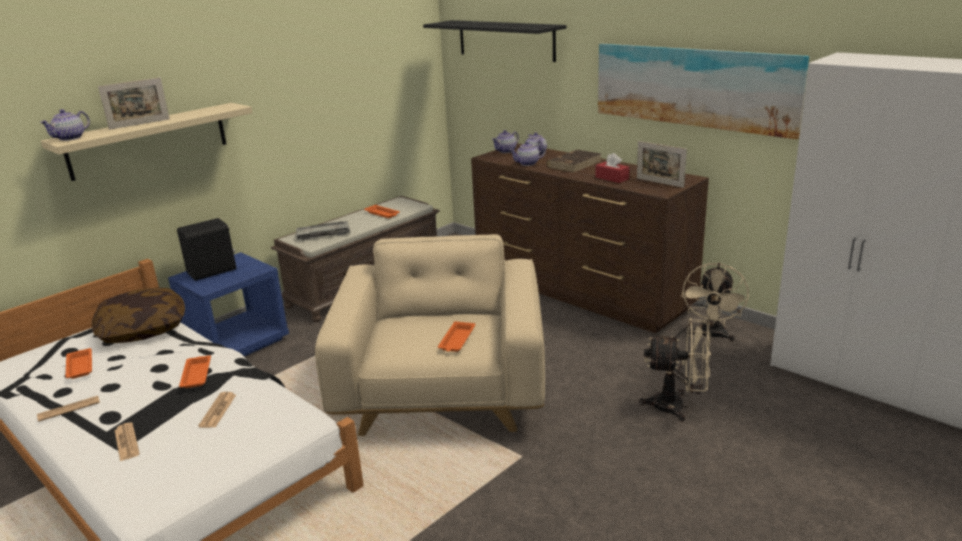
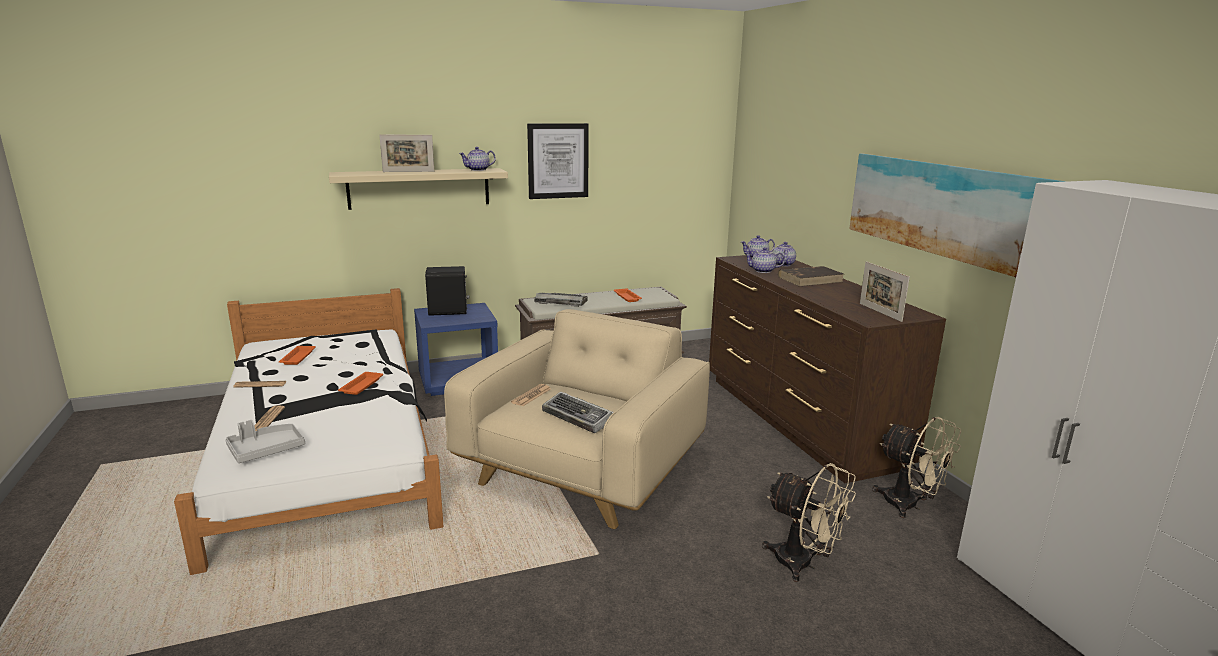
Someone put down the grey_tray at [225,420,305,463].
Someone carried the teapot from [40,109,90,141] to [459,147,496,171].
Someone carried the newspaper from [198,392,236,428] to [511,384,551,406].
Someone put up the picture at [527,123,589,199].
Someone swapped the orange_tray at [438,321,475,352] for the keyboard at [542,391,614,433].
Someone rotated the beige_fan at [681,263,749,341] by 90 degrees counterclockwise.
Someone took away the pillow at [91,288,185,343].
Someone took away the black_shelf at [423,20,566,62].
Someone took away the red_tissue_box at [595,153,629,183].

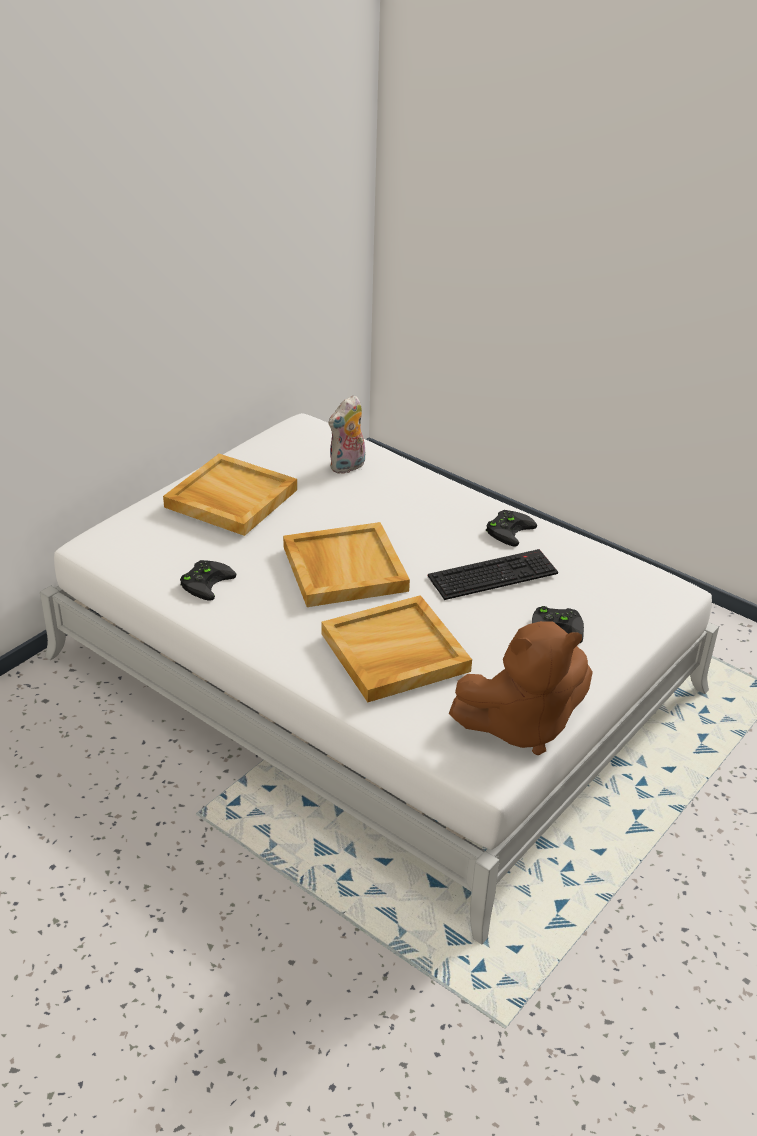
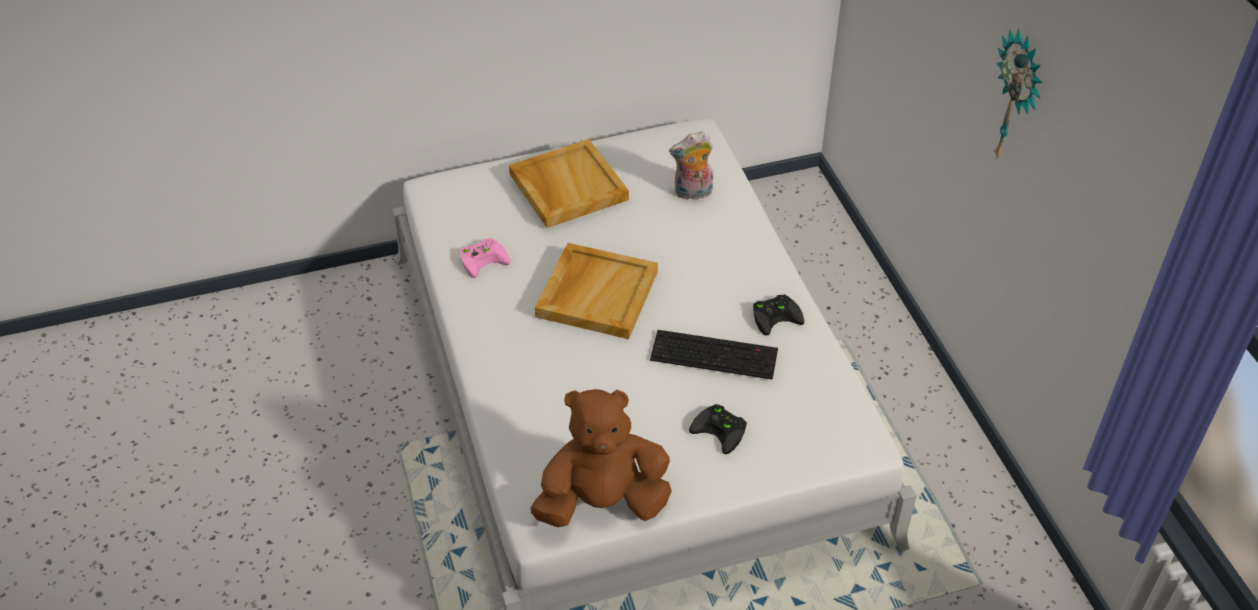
Someone repainted the black_game_controller at [180,560,237,601], which became the pink_game_controller at [460,238,510,278].
Someone rotated the brown_plush_toy at [449,621,593,755] by 150 degrees clockwise.
Someone put up the wall_clock at [994,29,1042,160].
Someone took away the beige_tray at [321,595,472,703].

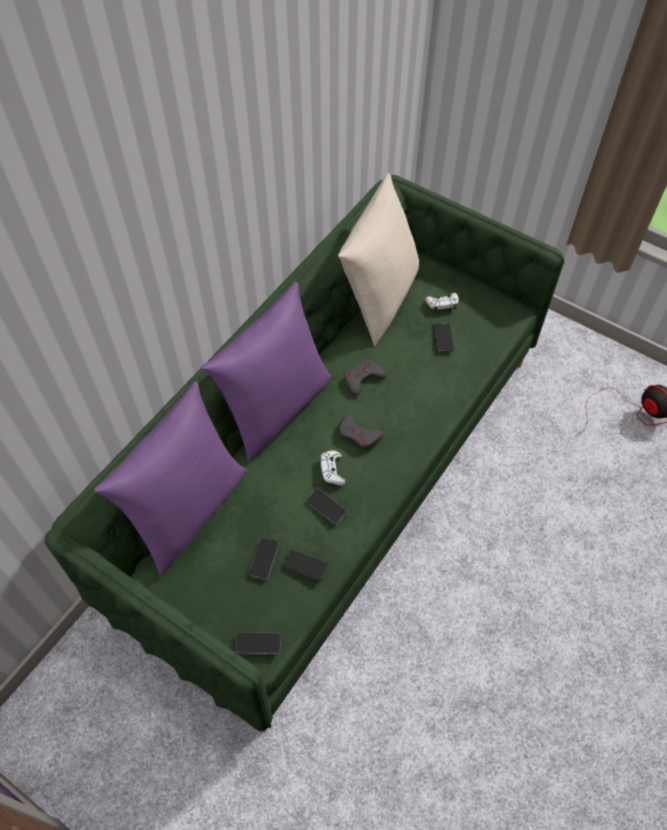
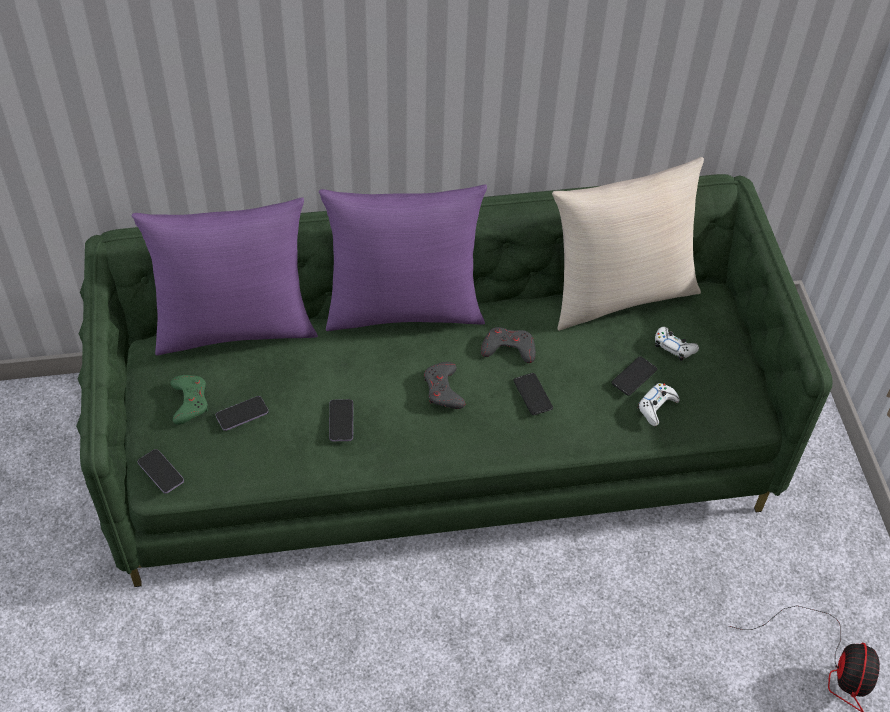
Someone put down the green_game_controller at [171,375,208,425].
Someone carried the phone from [282,550,328,582] to [513,373,553,415].
Someone carried the white_game_controller from [320,450,345,485] to [637,383,679,426].

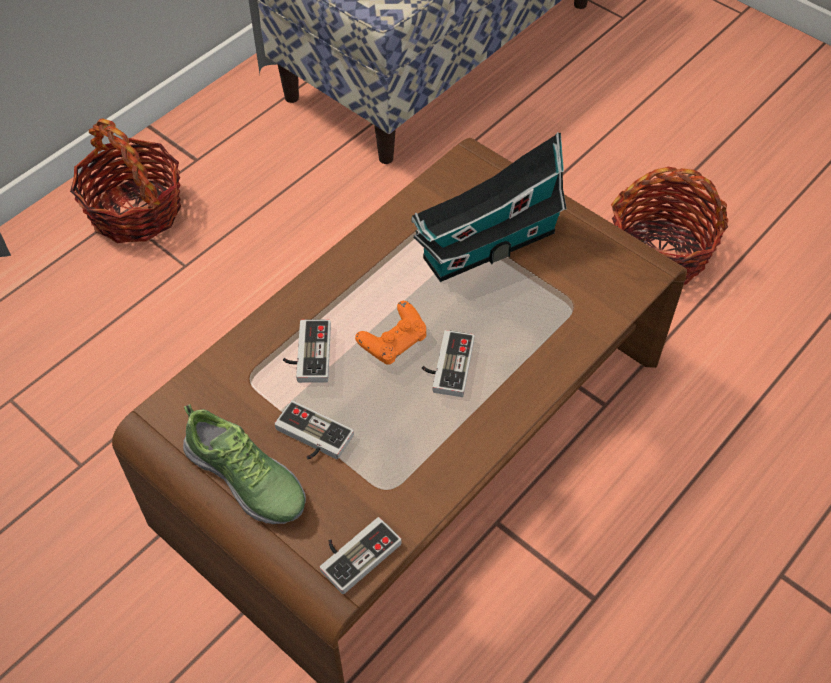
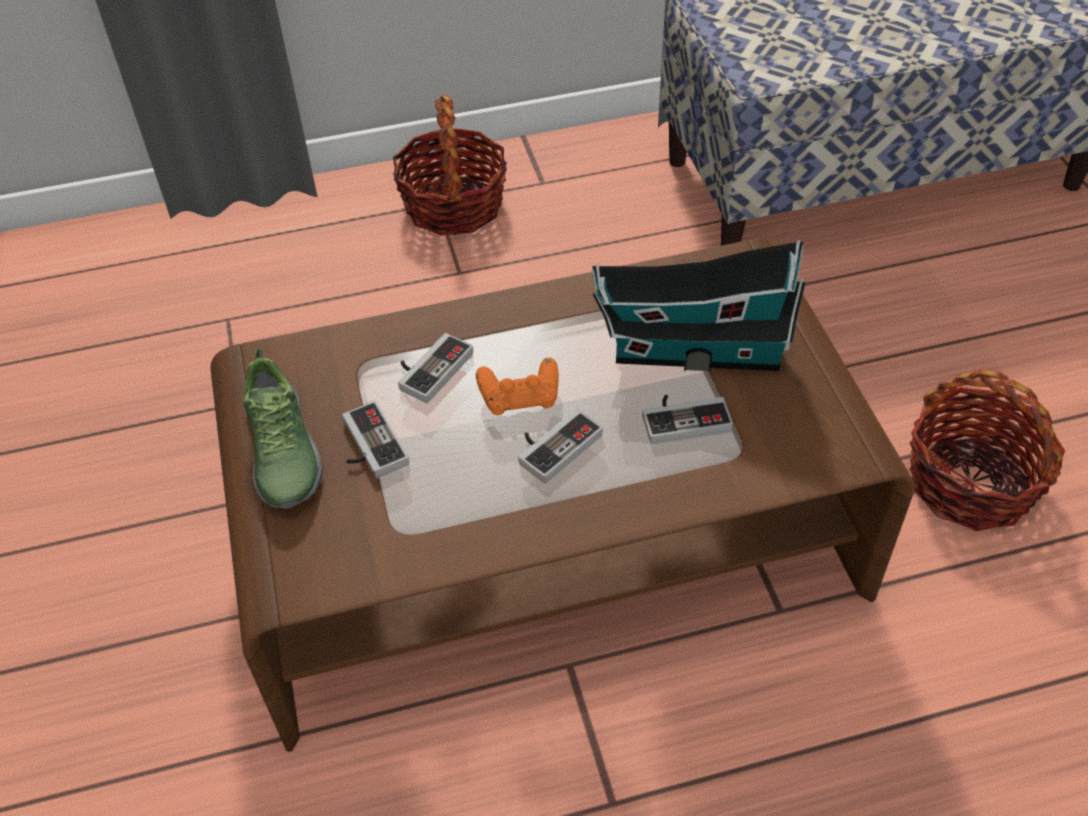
Someone carried the game_controller from [320,517,401,594] to [642,395,733,444].

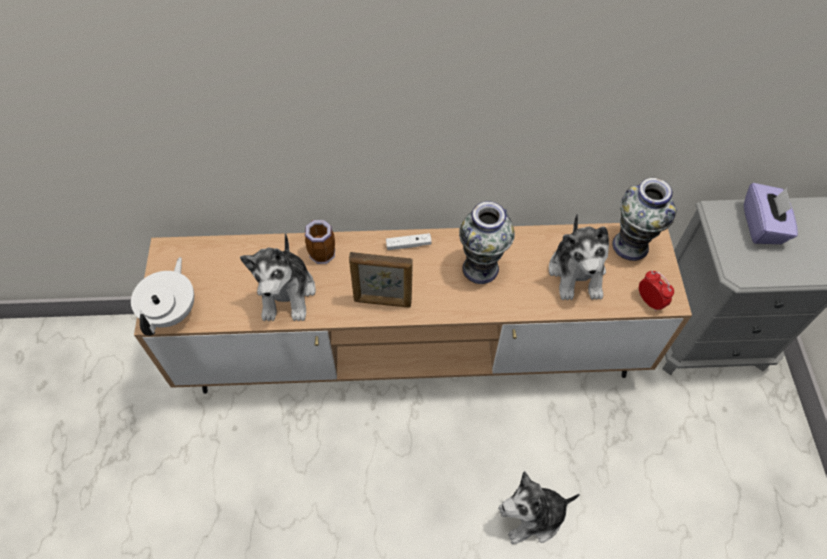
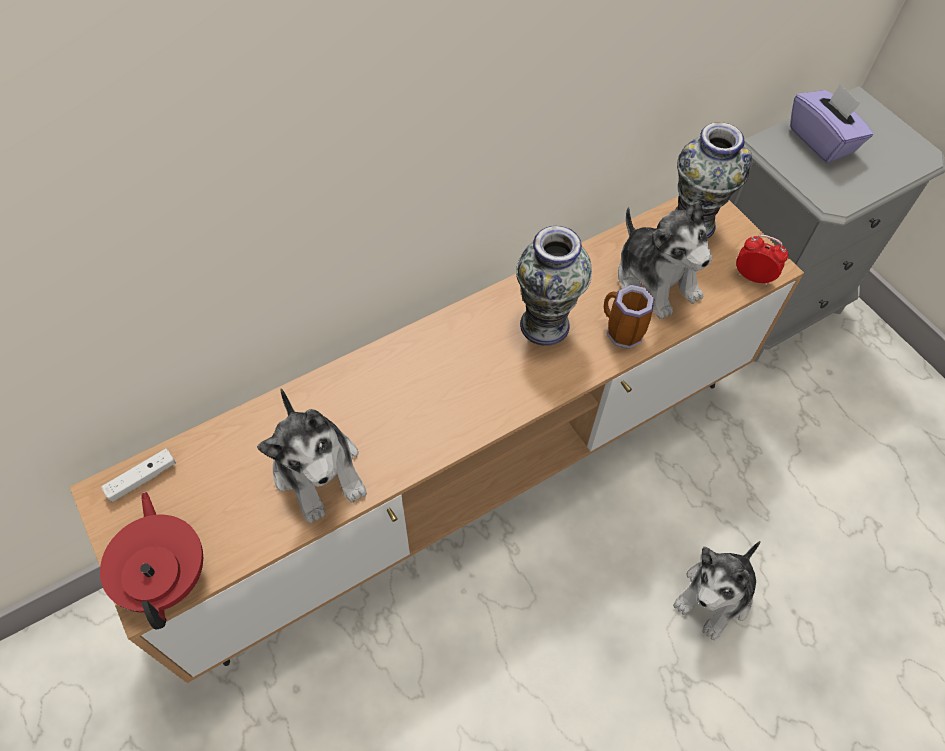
Someone repainted the white_teapot at [131,257,194,336], which became the red_teapot at [100,492,203,630].
Someone carried the white_game_controller from [386,233,432,250] to [101,449,176,502].
Someone carried the mug from [305,220,335,264] to [604,285,655,349].
Someone took away the picture_frame at [349,252,412,308].

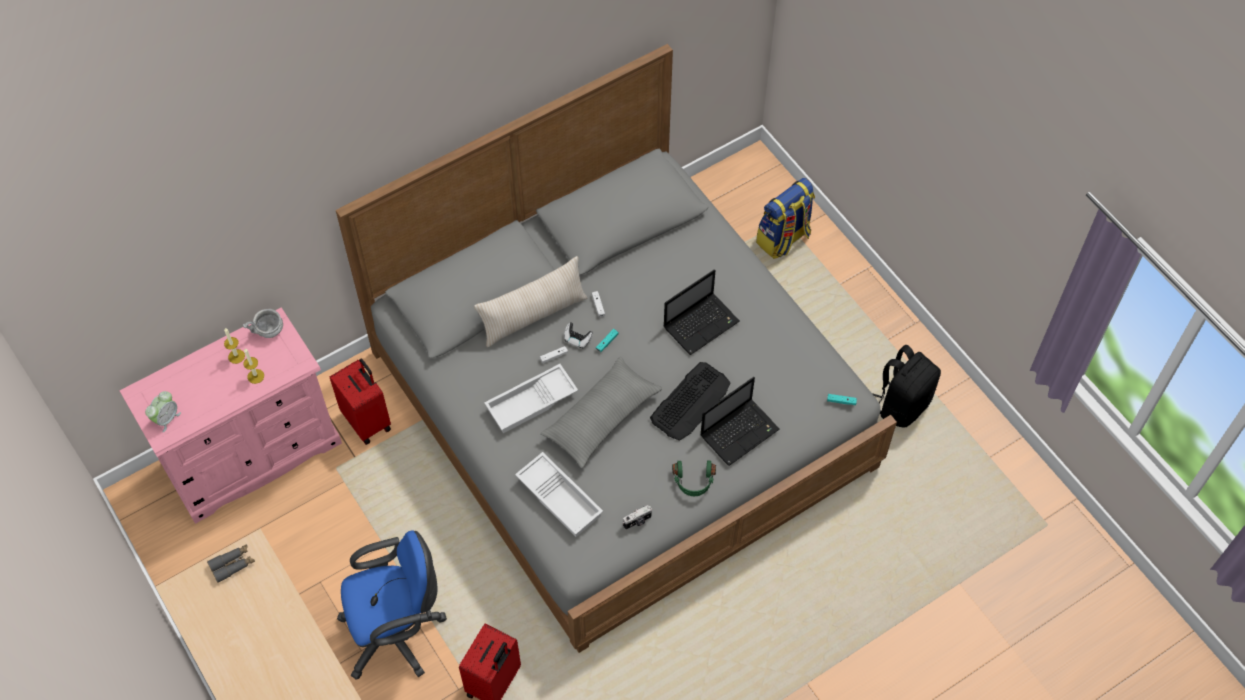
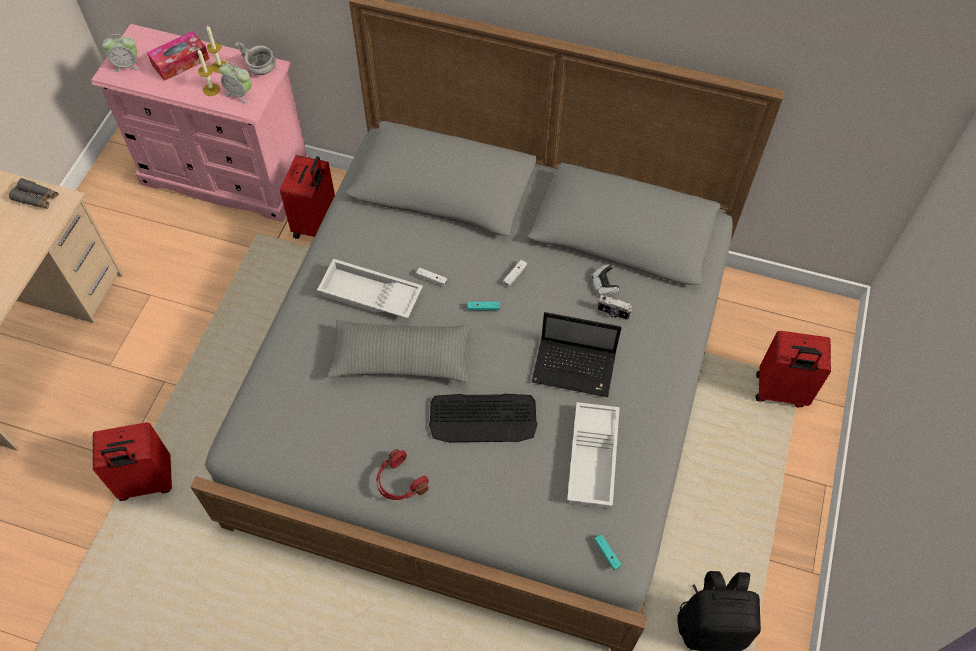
Someone put down the tissue_box at [147,31,209,81].
Someone put down the alarm_clock at [219,62,252,104].
Someone repainted the green_headphones at [672,460,716,496], which became the red_headphones at [376,449,429,500].
Someone carried the white_tray from [515,452,603,537] to [567,402,620,509].
Someone carried the game_controller from [564,322,593,348] to [592,264,620,296].
Someone carried the photo_camera from [622,505,652,530] to [598,295,632,320].
Someone swapped the backpack at [756,178,815,259] for the red_suitcase at [756,331,831,407].
Someone took away the blue_office_chair at [337,530,447,680].
Someone took away the beige_pillow at [474,256,587,347].
Someone took away the laptop at [700,377,780,466].

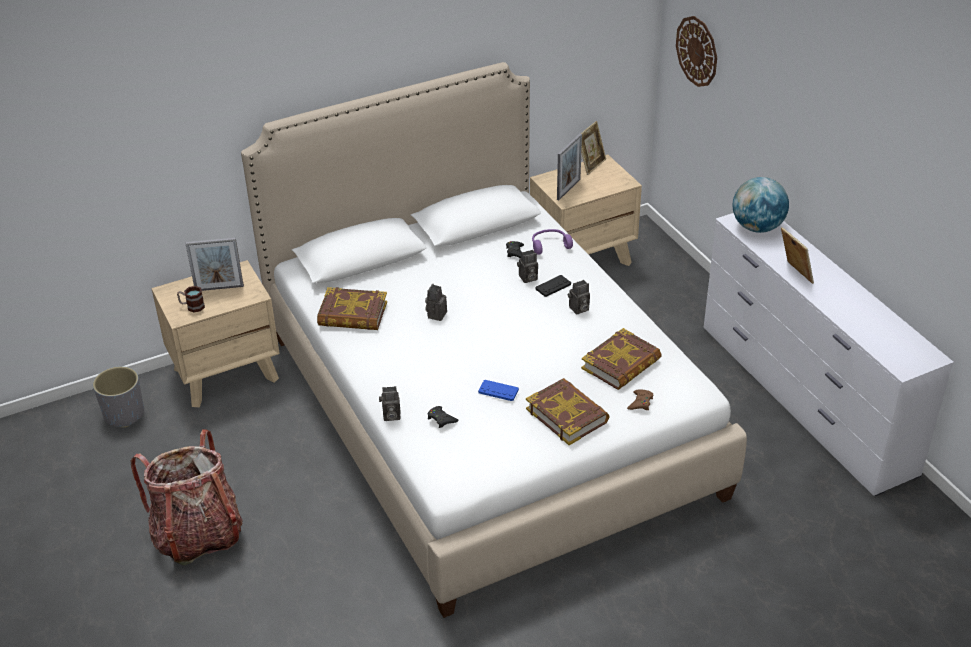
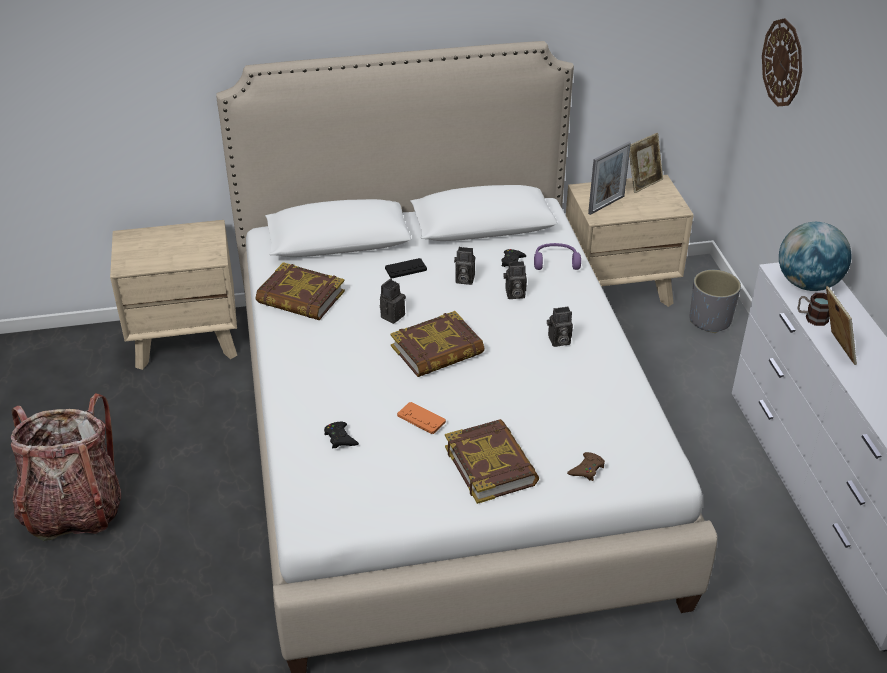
Someone carried the black_game_controller from [536,275,571,297] to [385,258,427,278].
Someone carried the book from [581,328,662,390] to [390,311,485,377].
Someone repainted the blue_game_controller at [478,380,519,401], which became the orange_game_controller at [397,402,446,434].
Someone carried the photo_camera from [379,386,401,421] to [454,247,475,285].
Someone carried the grey_planter from [93,366,144,427] to [690,270,741,333].
Someone carried the mug from [177,286,205,313] to [798,293,830,326].
Someone took away the picture_frame at [186,238,244,291].

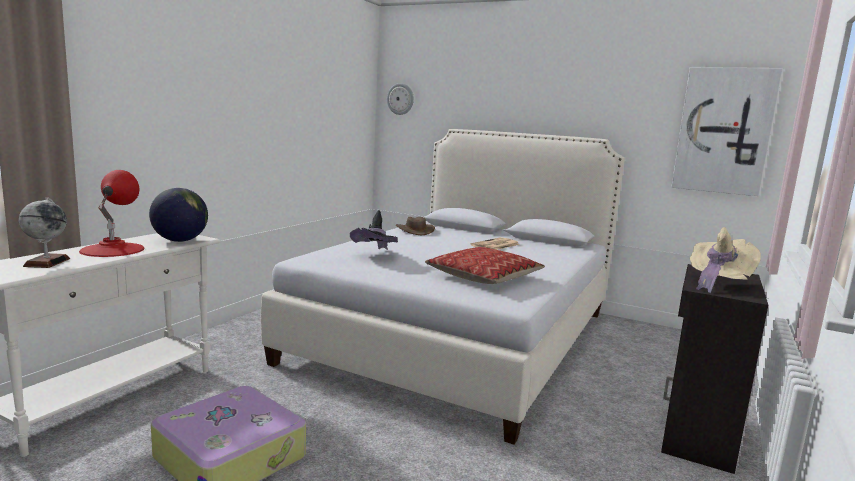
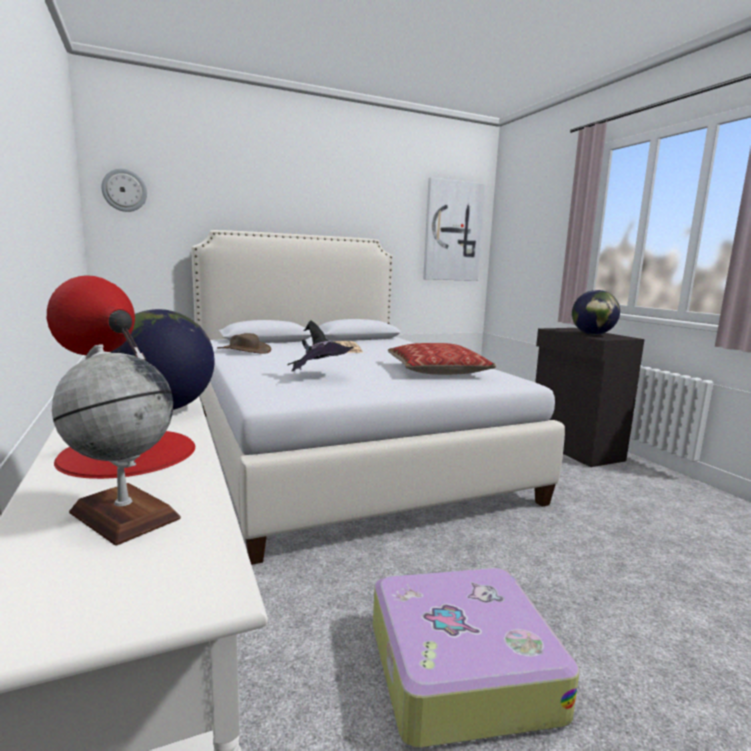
Someone swapped the beige_hat at [690,227,761,293] for the globe at [572,290,620,335].

